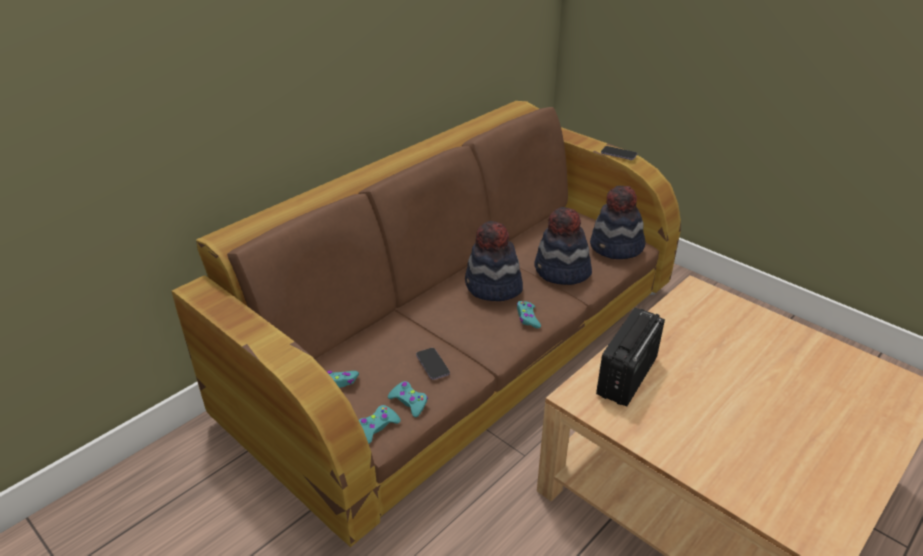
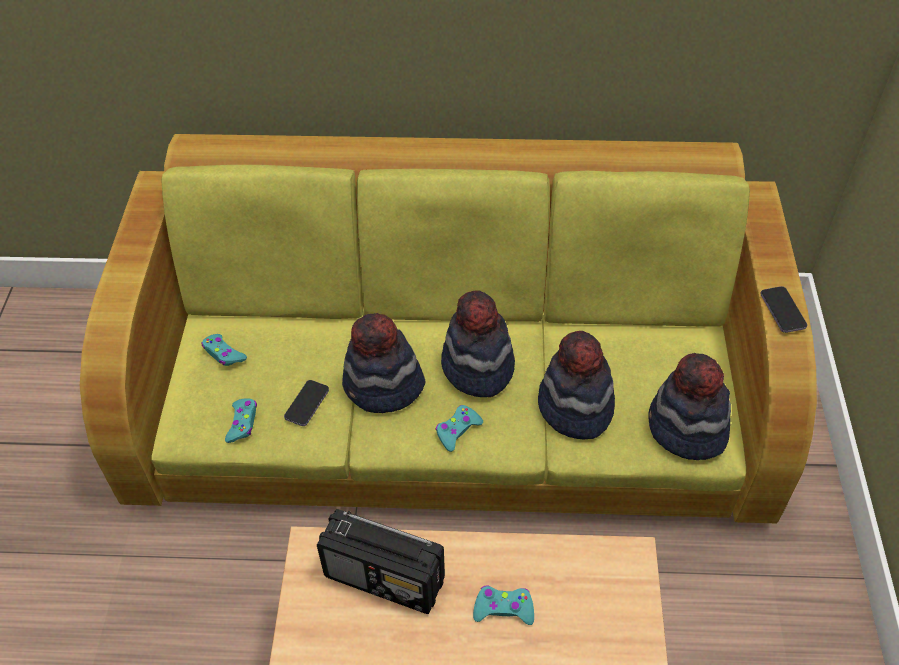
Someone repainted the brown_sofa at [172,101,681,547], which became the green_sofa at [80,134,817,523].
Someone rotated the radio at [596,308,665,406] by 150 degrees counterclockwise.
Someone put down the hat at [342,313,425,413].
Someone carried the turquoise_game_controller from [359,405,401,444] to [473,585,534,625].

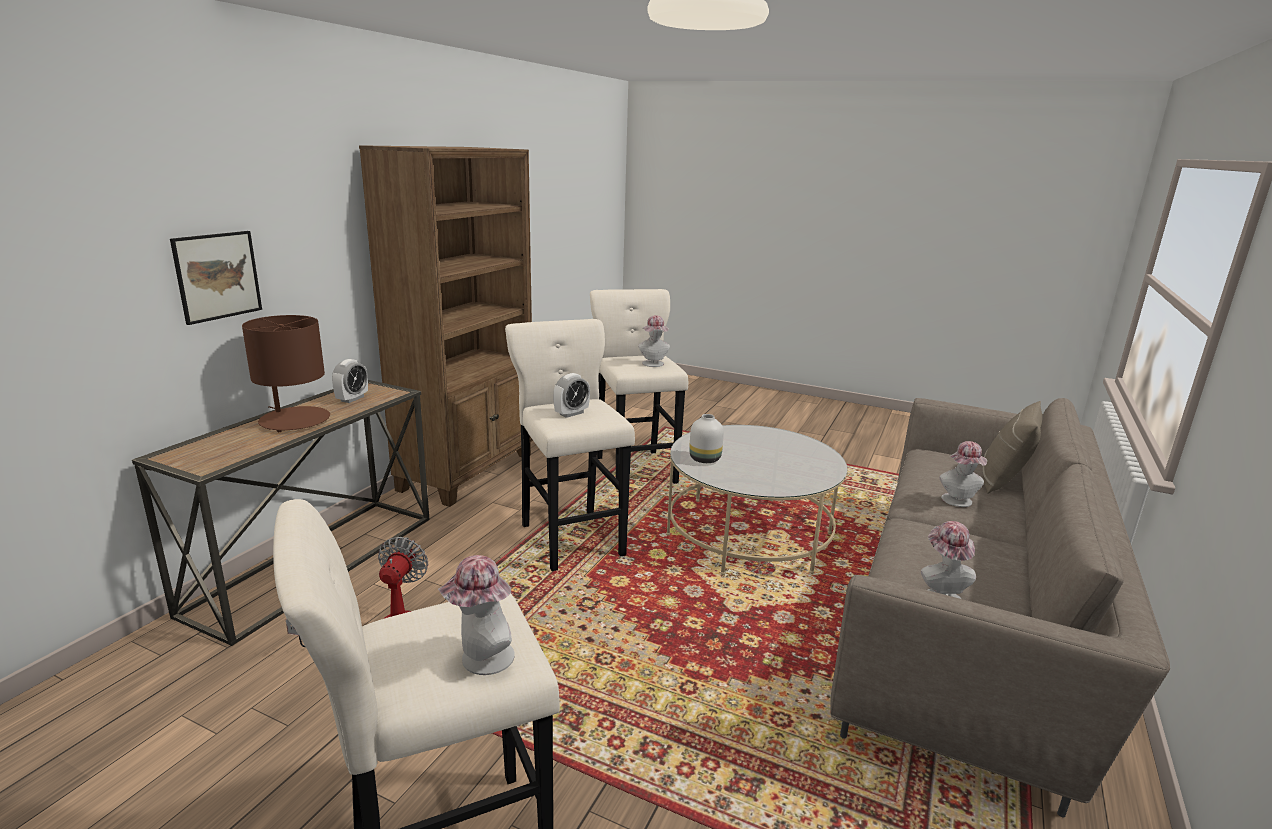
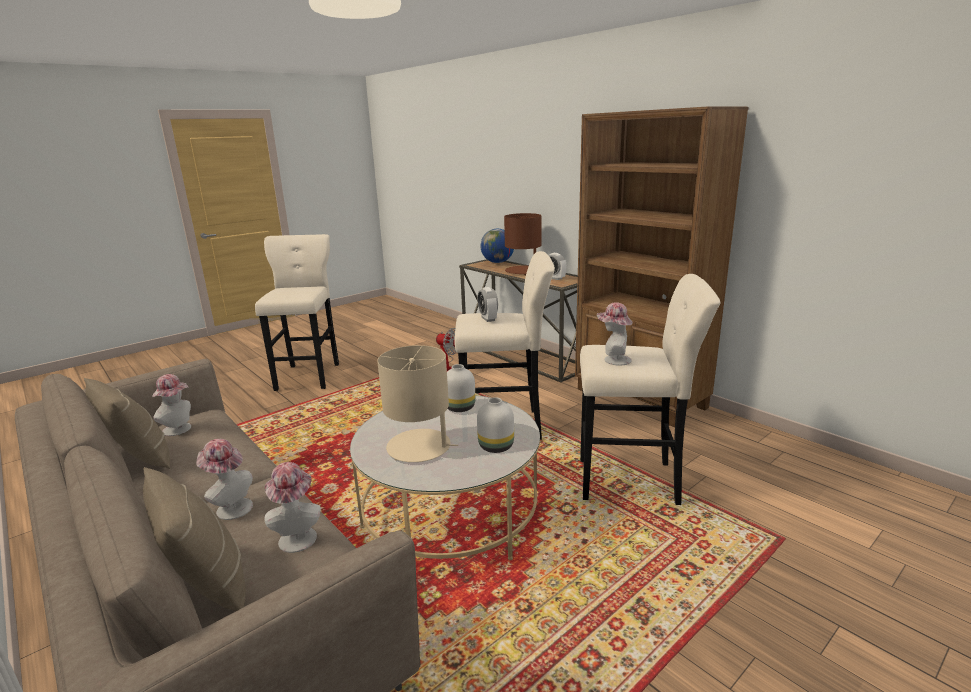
Someone put down the beige_pillow at [84,378,170,469].
Someone carried the hat from [438,555,514,675] to [265,462,321,553].
Someone put down the beige_table_lamp at [377,345,458,462].
Someone put down the white_vase at [477,397,514,453].
Someone put down the globe at [481,229,514,263].
Someone took away the picture at [170,231,262,325].

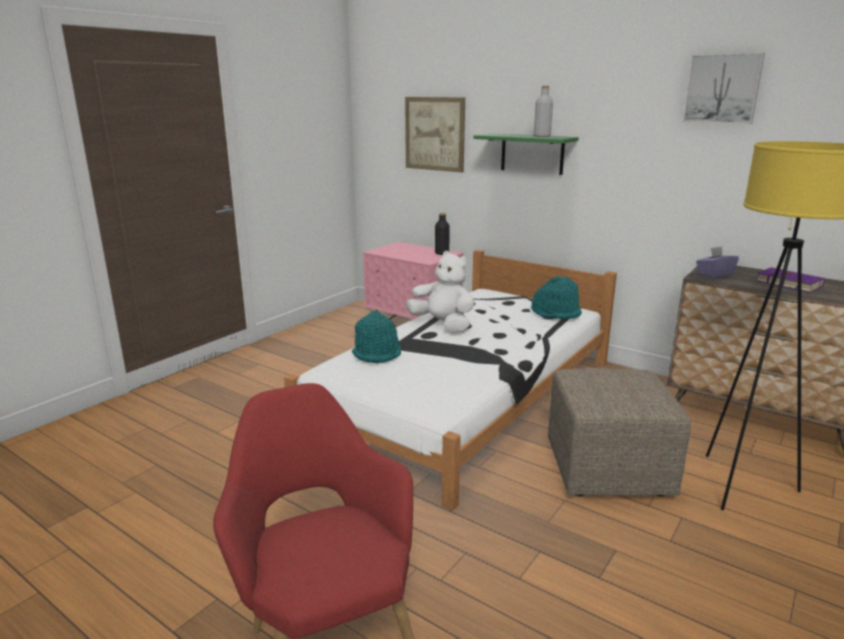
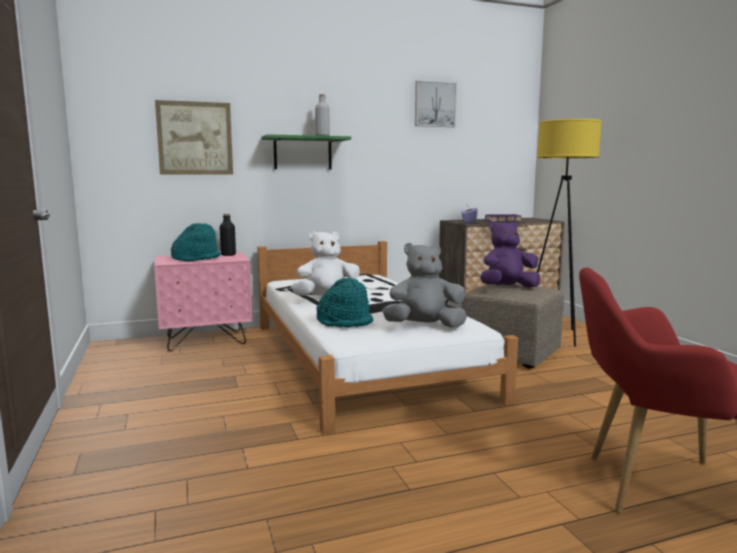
Someone carried the turquoise_hat from [531,276,582,319] to [171,223,221,262].
Someone put down the grey_plush_toy at [382,243,467,327].
Someone put down the purple_plush_toy at [481,221,540,288].

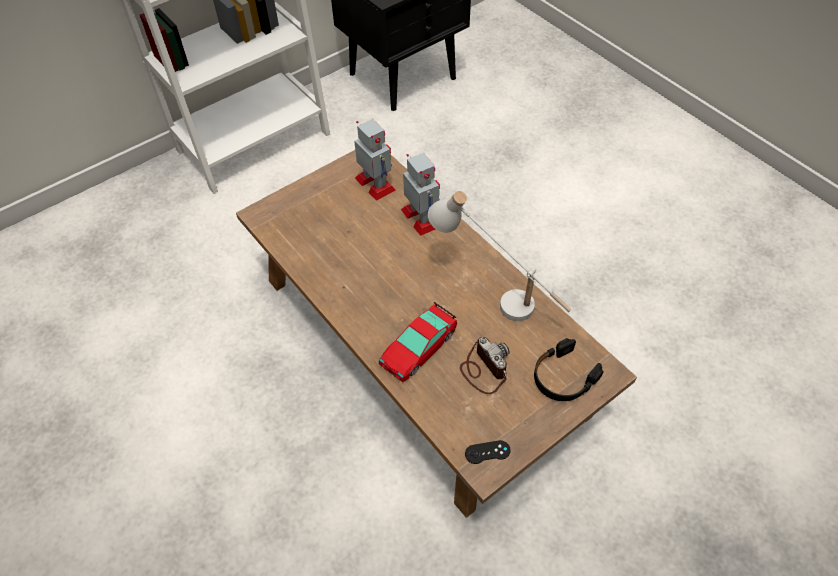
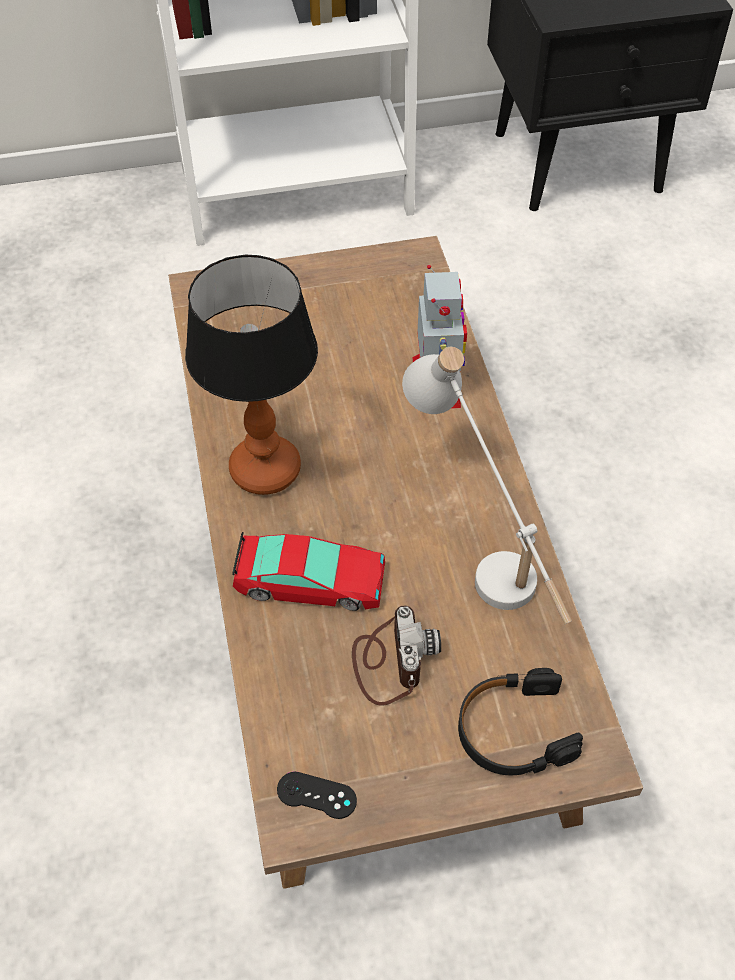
Someone put down the table_lamp at [185,255,318,495].
Someone rotated the toy_car at [379,302,457,382] by 150 degrees counterclockwise.
Someone took away the toy_robot at [354,119,396,201].

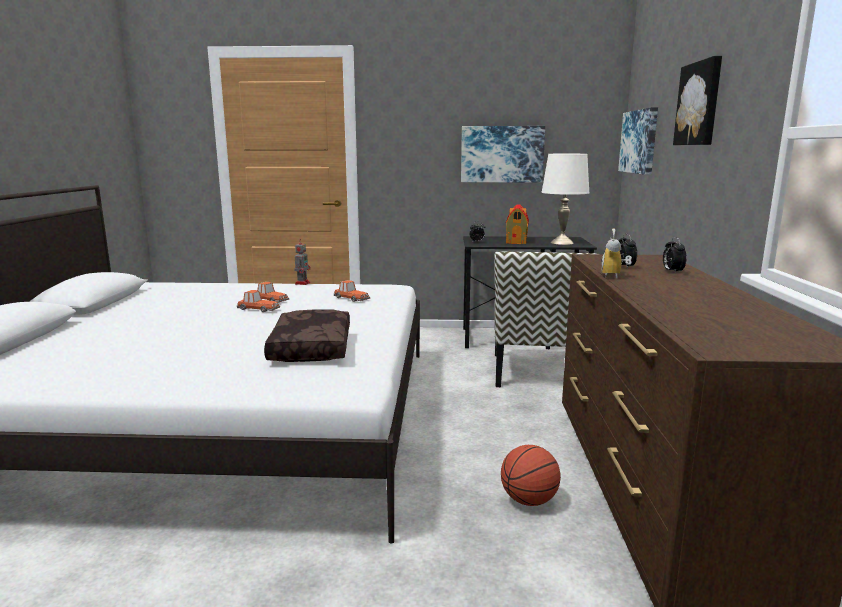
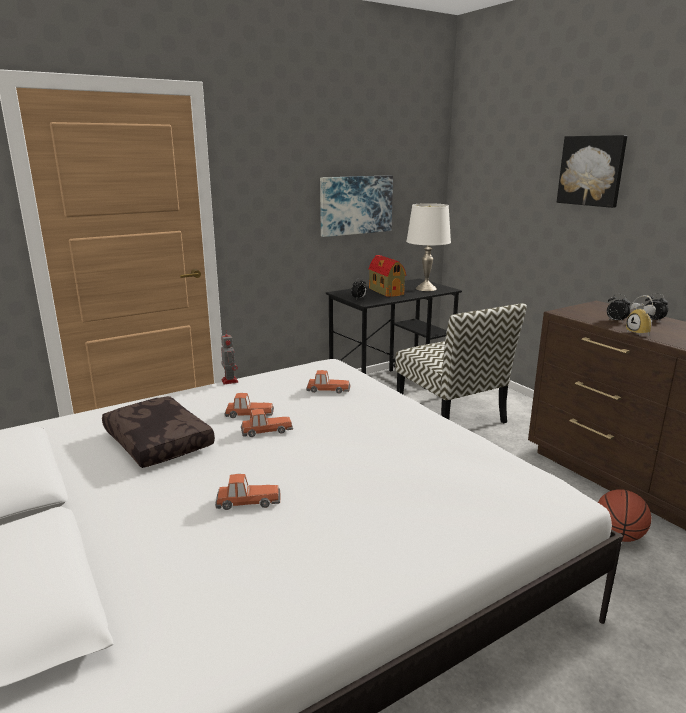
Someone carried the brown_pillow from [264,309,350,362] to [102,396,215,468].
Someone put down the toy_car at [215,474,280,510].
Someone took away the picture at [618,107,658,175].

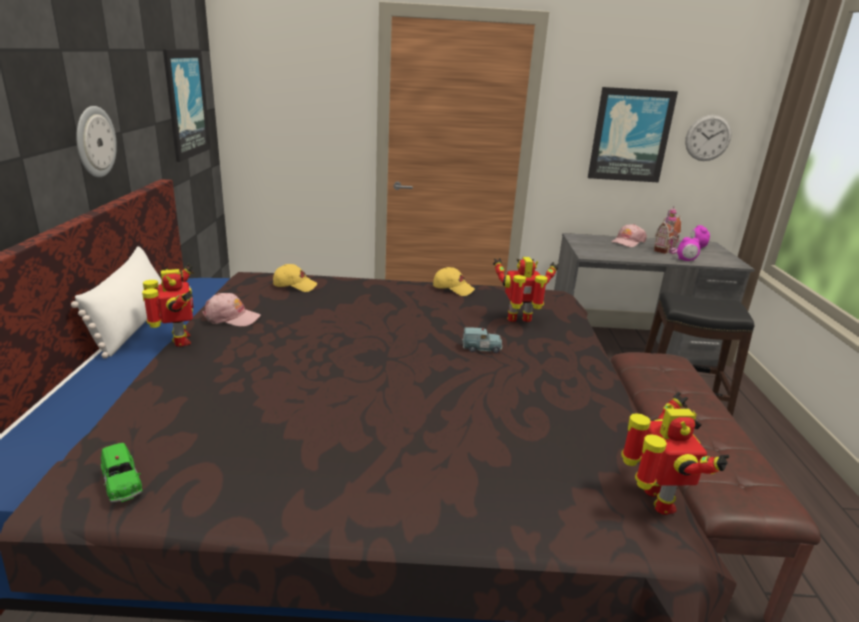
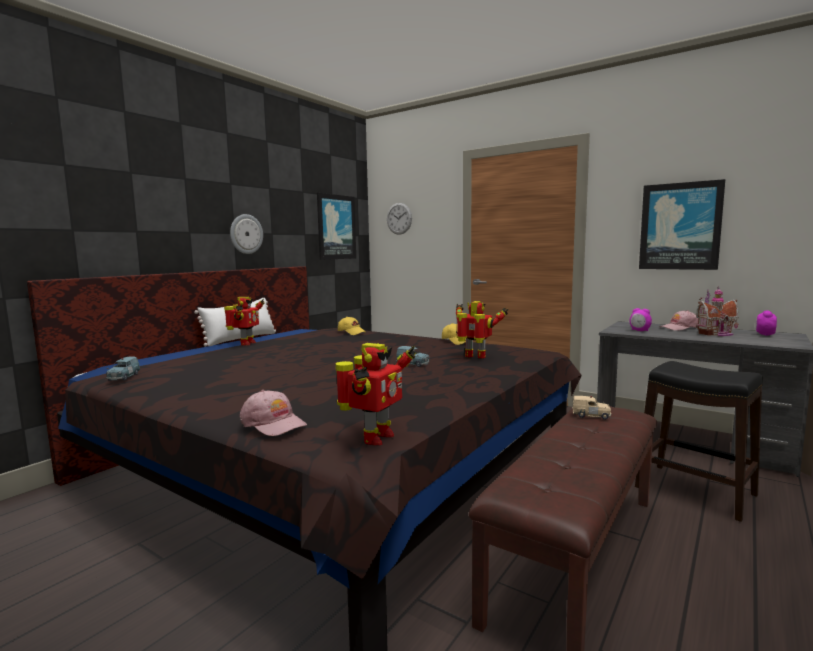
Someone repainted the green_toy_car at [101,443,142,503], which became the blue_toy_car at [106,356,141,381].
Someone carried the pink_cap from [202,293,261,327] to [239,390,307,436].
Someone carried the wall_clock from [685,115,732,161] to [387,203,412,235].
Someone put down the beige_toy_car at [573,396,611,420].
Someone carried the alarm_clock from [677,237,700,261] to [629,308,652,331].

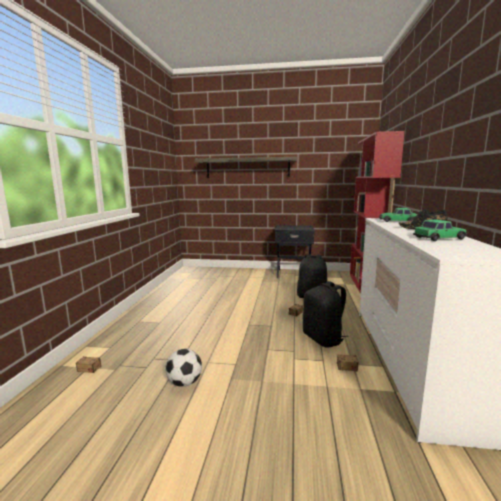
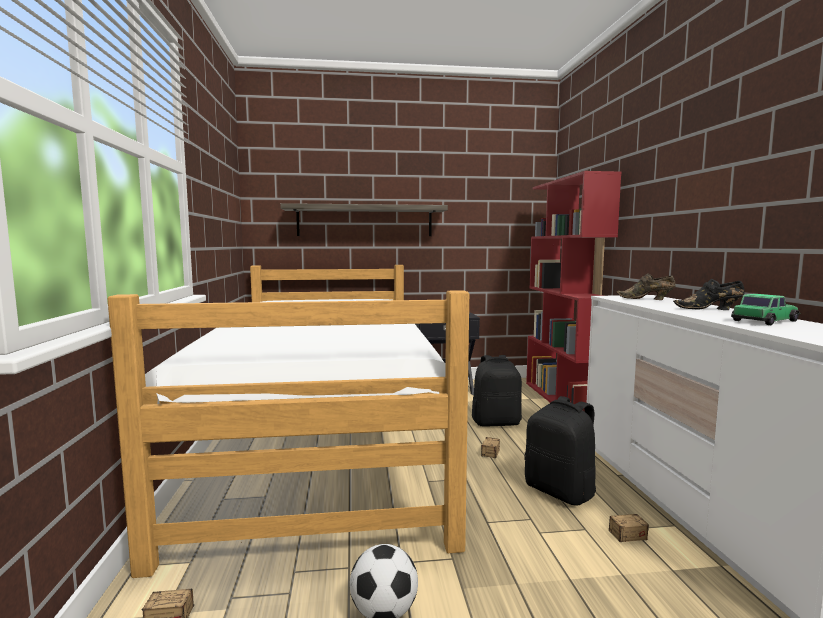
Someone put down the bed at [107,265,469,578].
Someone swapped the toy_car at [379,208,417,222] for the brown_shoe at [616,273,676,300].

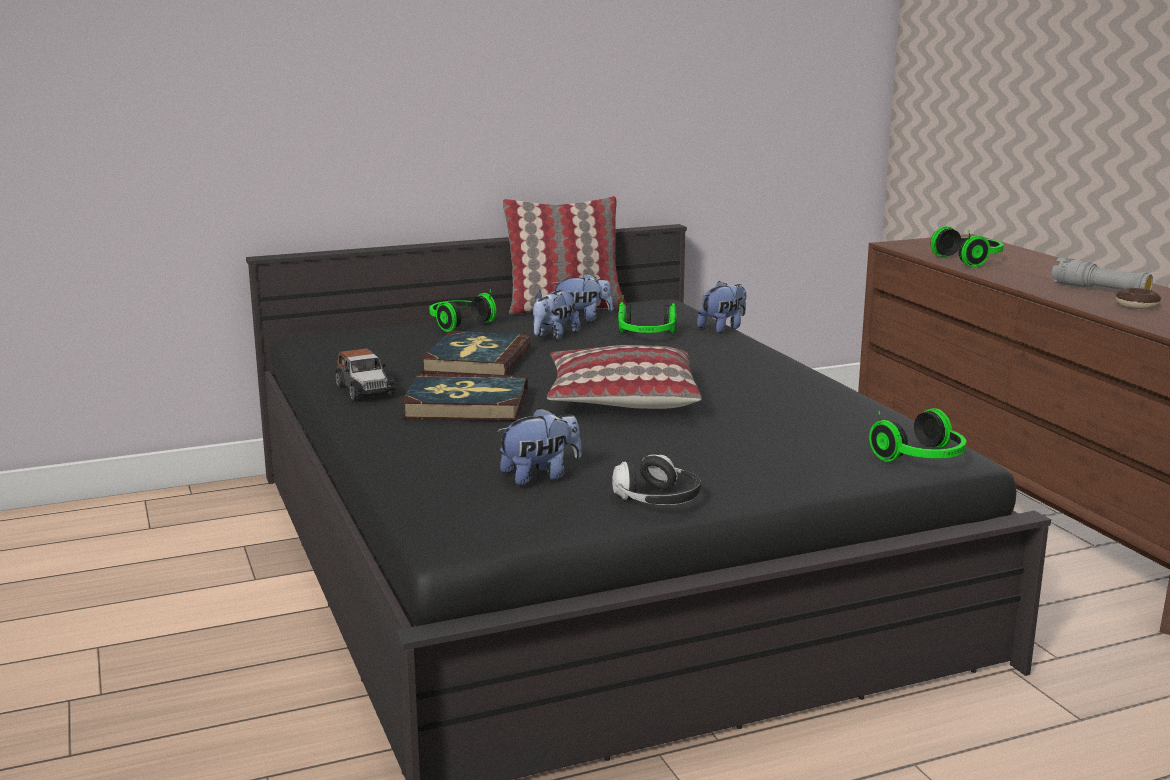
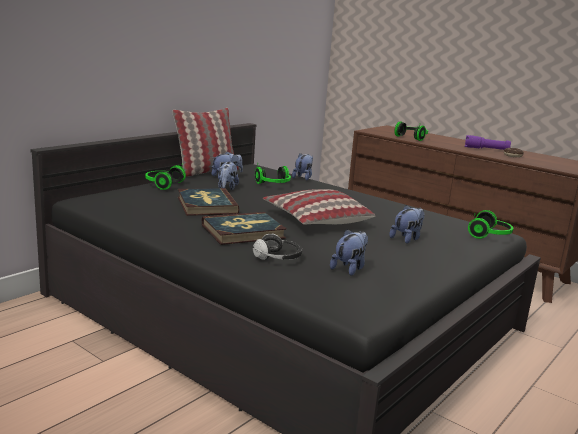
Someone carried the headphones from [612,454,701,505] to [253,234,302,260].
Someone put down the plush_toy at [389,205,425,244].
Someone repainted the grey_flashlight at [1052,258,1153,290], which became the purple_flashlight at [465,135,511,150].
Someone took away the toy_car at [335,348,395,401].

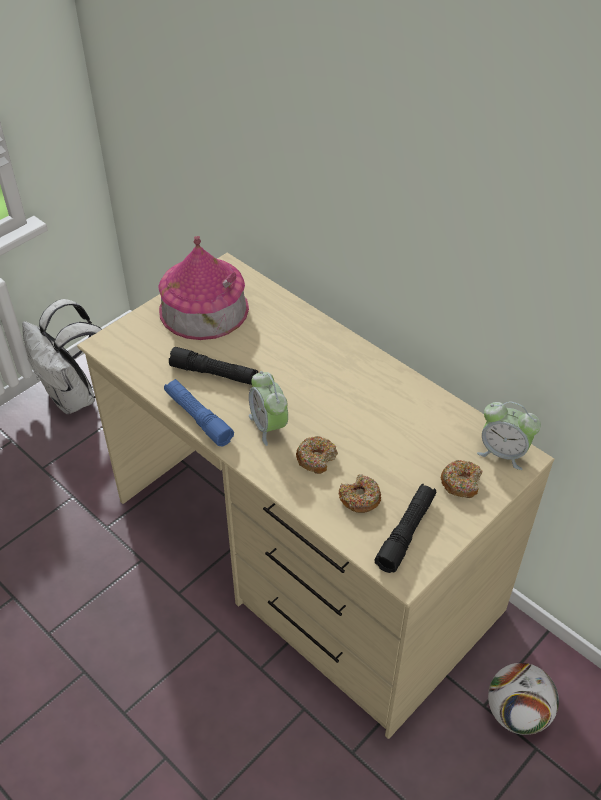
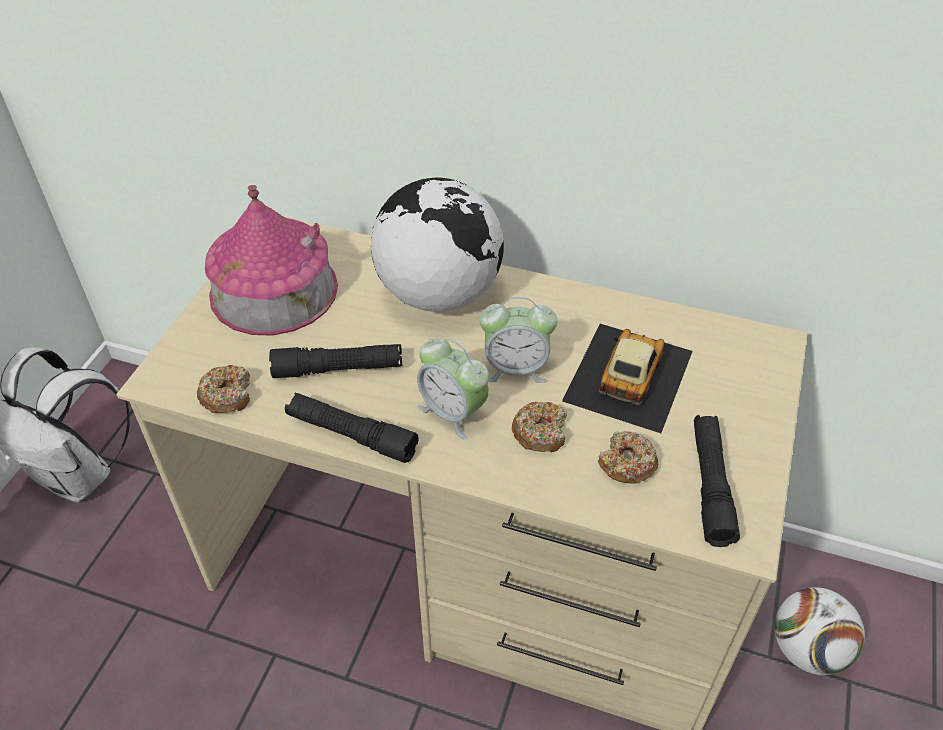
Someone carried the donut from [440,460,483,498] to [197,365,250,413].
Someone repainted the blue_flashlight at [164,379,234,447], which became the black_flashlight at [285,393,419,463].
Someone put down the globe at [371,178,504,312].
Someone carried the alarm_clock from [477,402,541,470] to [479,297,558,383].
Someone put down the toy_car at [562,324,693,433].

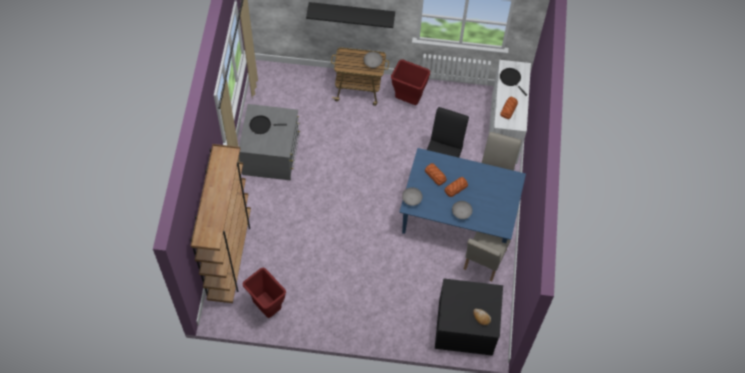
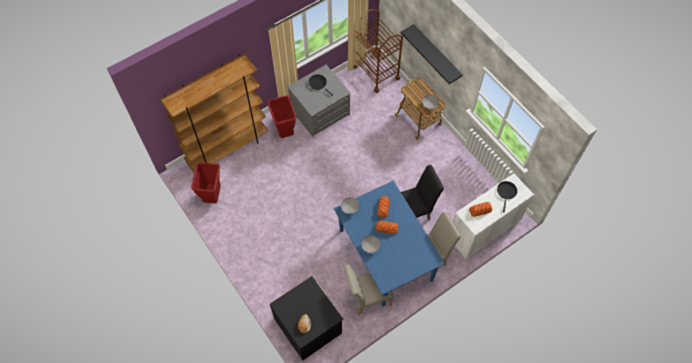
Someone carried the red_trash_can from [391,60,430,105] to [267,96,297,138].
Someone put down the brown_cart at [354,9,403,93].

